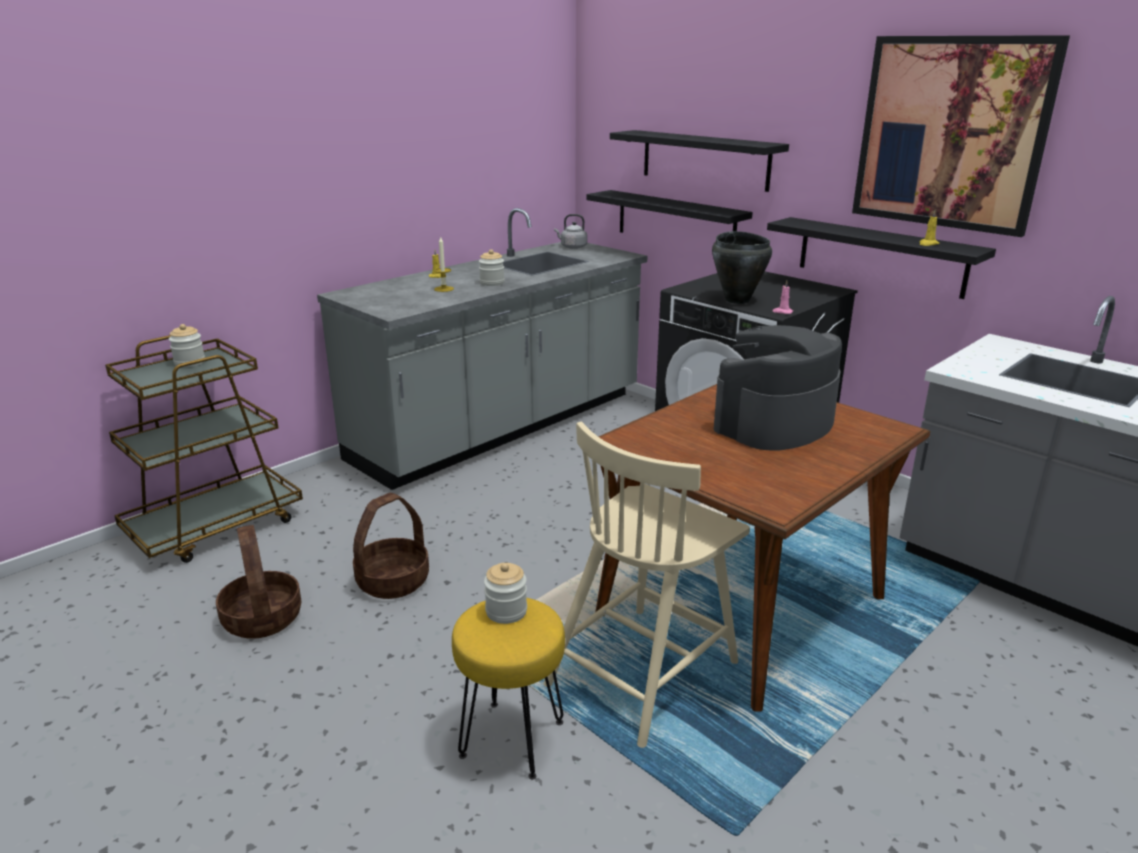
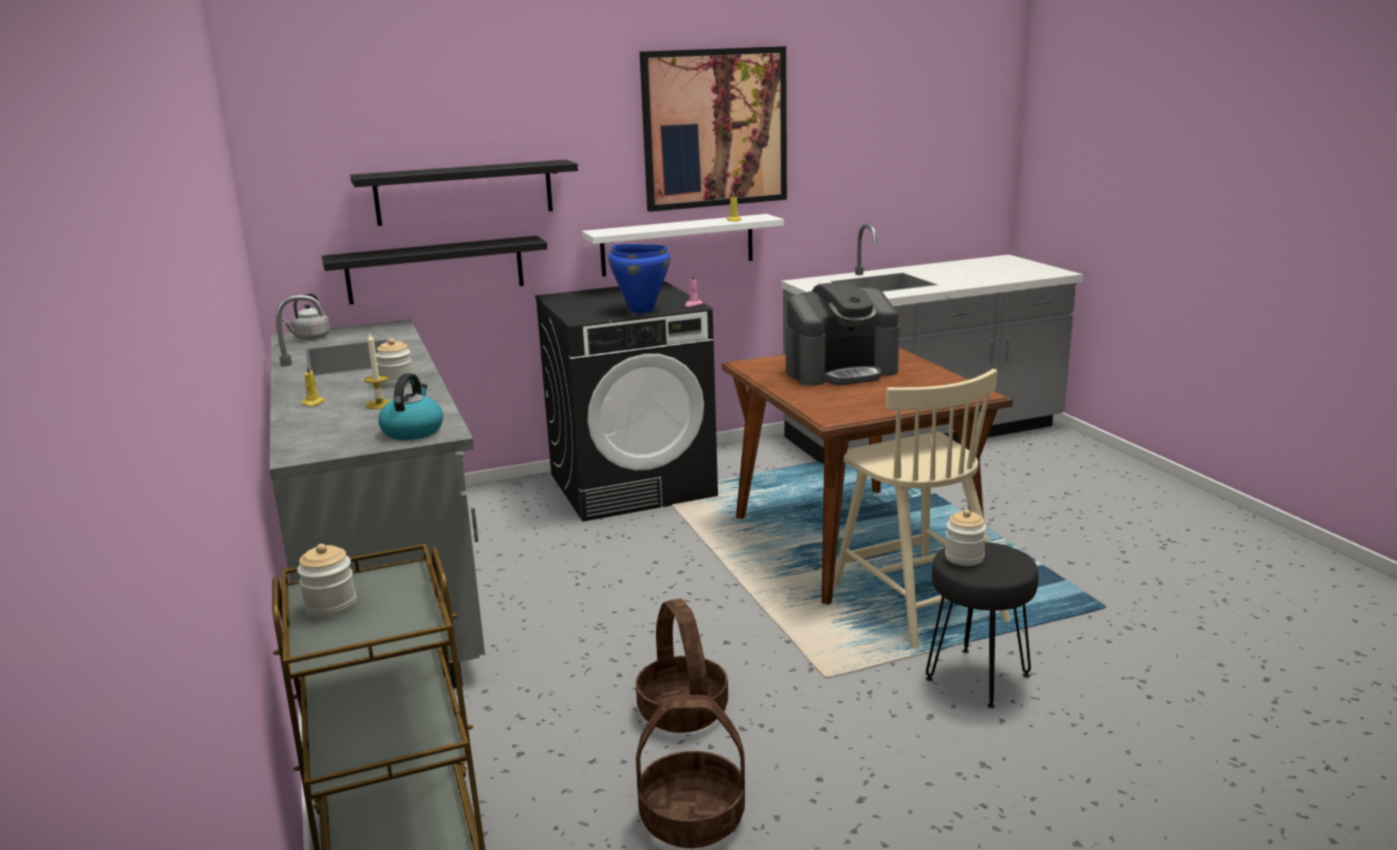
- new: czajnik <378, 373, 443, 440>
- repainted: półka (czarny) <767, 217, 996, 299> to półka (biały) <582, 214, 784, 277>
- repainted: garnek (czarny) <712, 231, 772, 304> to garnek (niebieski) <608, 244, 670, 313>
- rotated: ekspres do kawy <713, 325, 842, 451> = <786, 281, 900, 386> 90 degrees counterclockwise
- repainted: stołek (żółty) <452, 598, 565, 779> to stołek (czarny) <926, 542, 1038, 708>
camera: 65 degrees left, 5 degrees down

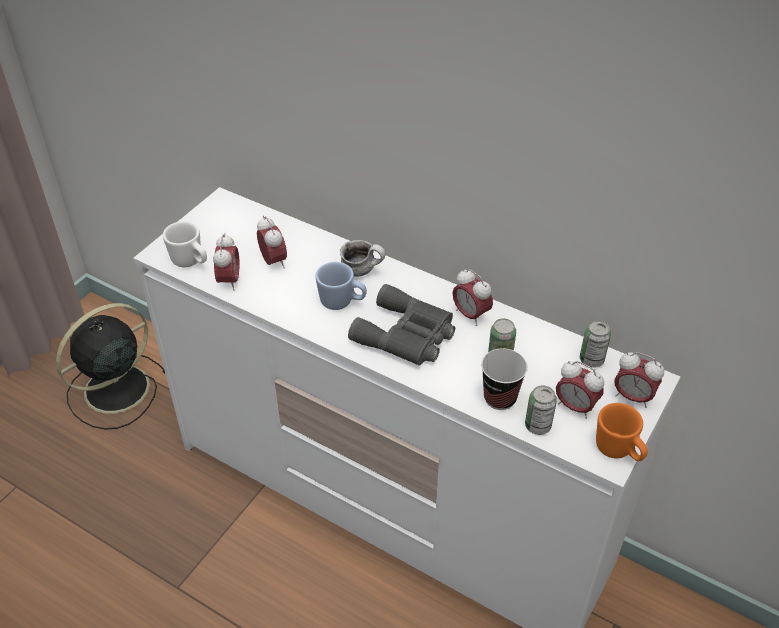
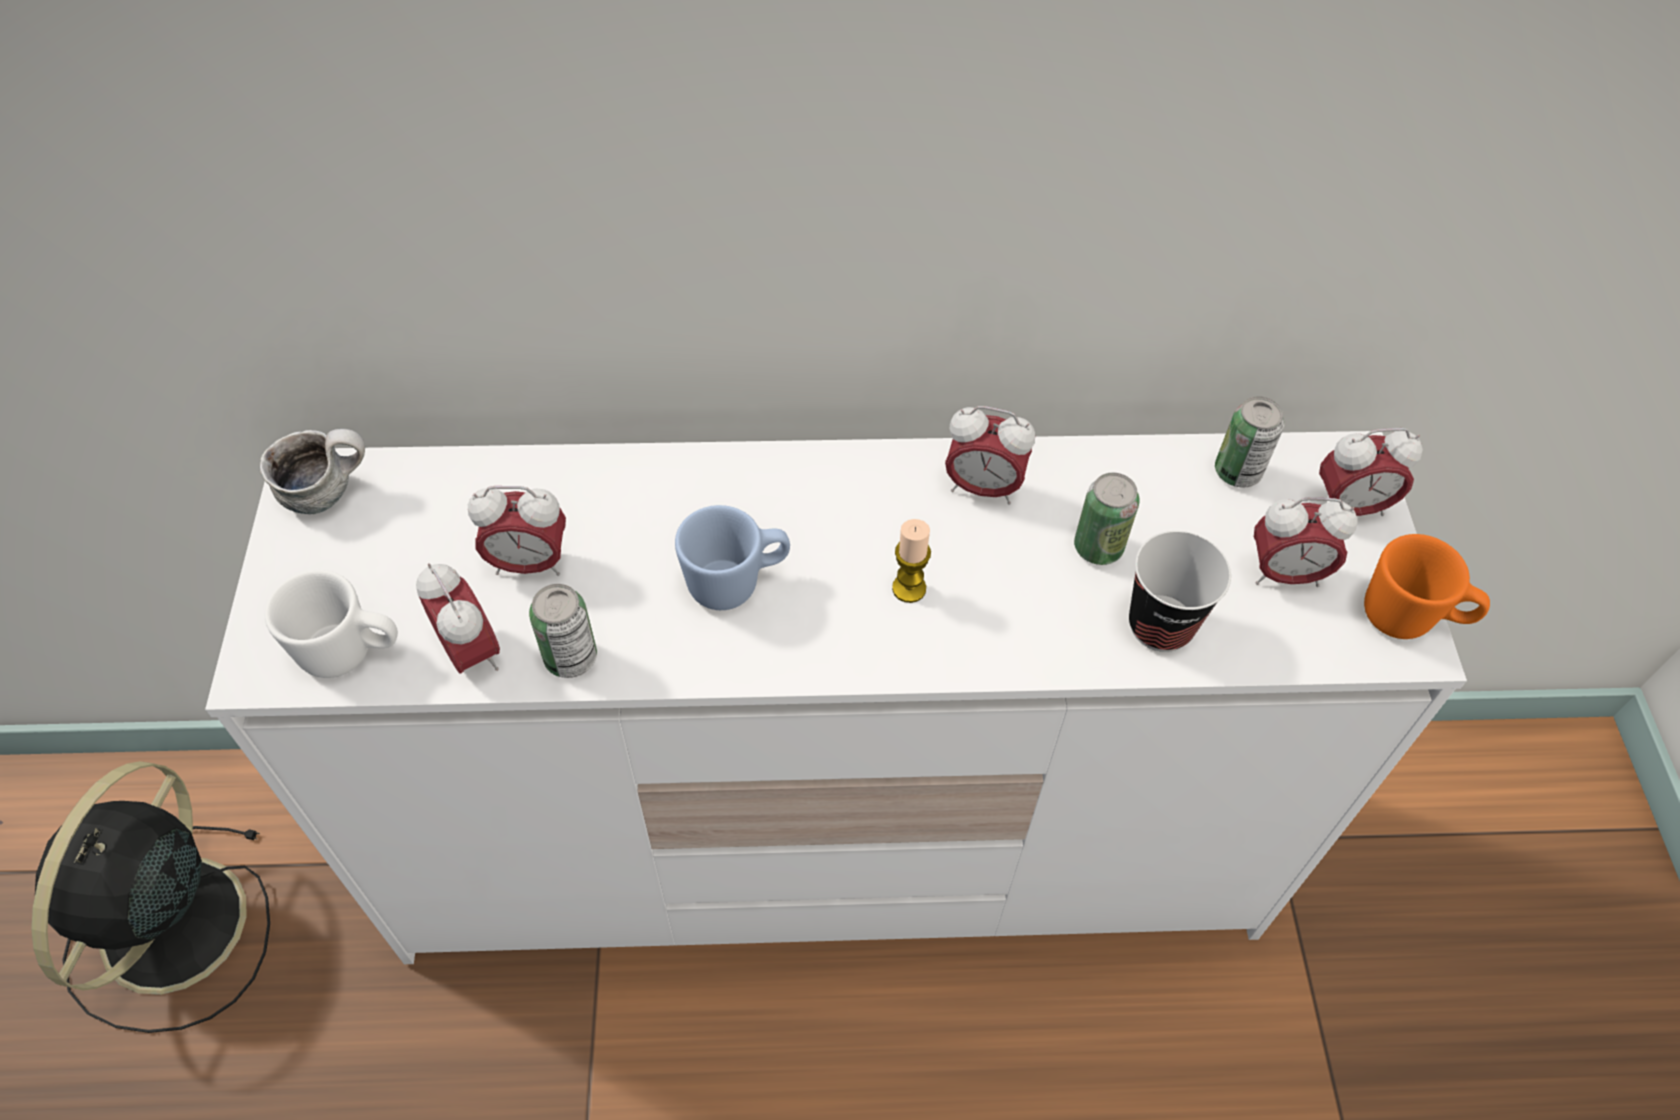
- shifted: kubek <340, 240, 386, 277> to <260, 429, 365, 514>
- rotated: budzik <257, 216, 287, 268> = <468, 486, 566, 576> 150 degrees clockwise
- shifted: puszka <525, 385, 557, 435> to <529, 584, 597, 678>
- swapped: lornetka (szary) <348, 284, 455, 366> to świeca <892, 519, 931, 603>
camera: 35 degrees left, 10 degrees up

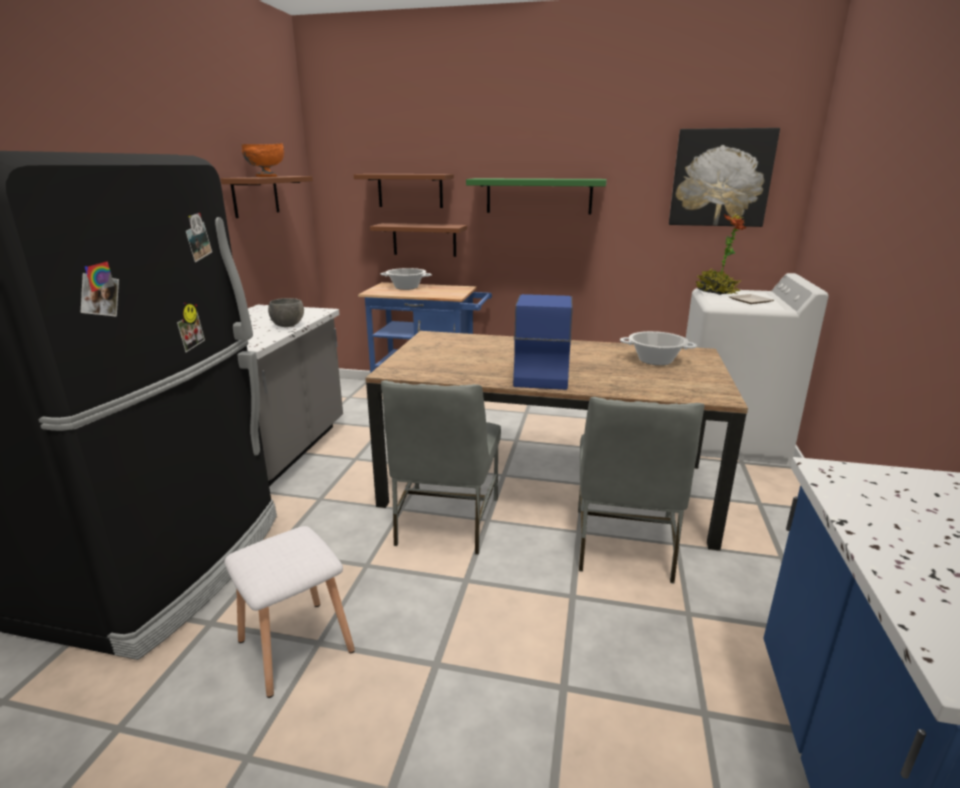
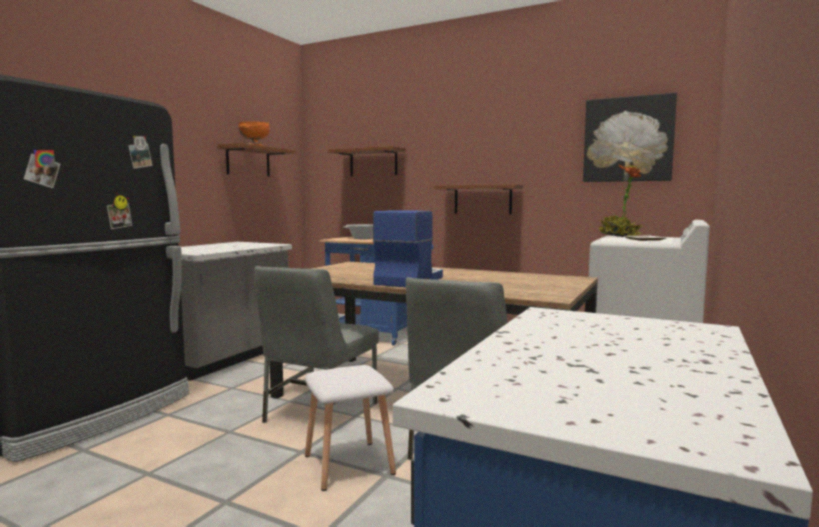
- shifted: stołek (biały) <224, 526, 355, 698> to <305, 365, 396, 491>
- shifted: półka (brązowy) <370, 223, 467, 257> to <434, 184, 523, 214>
- gone: miska (szary) <268, 298, 304, 327>
- gone: półka (zielony) <466, 178, 607, 214>
- gone: garnek <620, 331, 697, 365>
camera: 15 degrees right, 15 degrees down

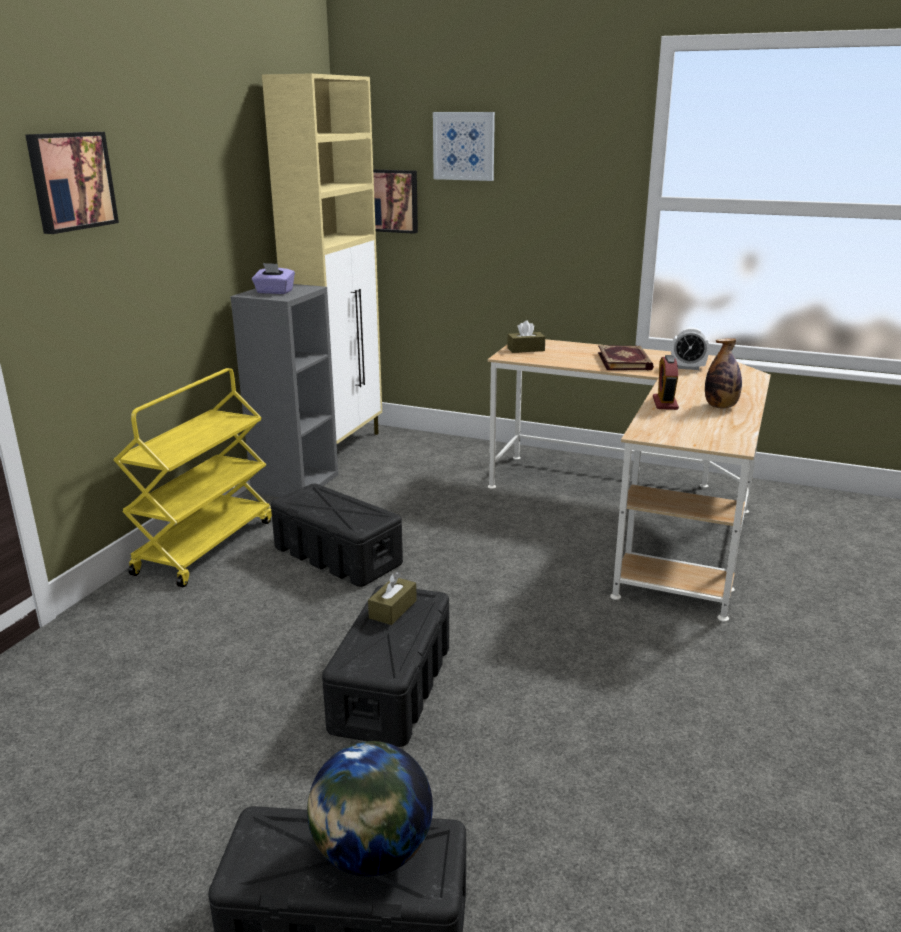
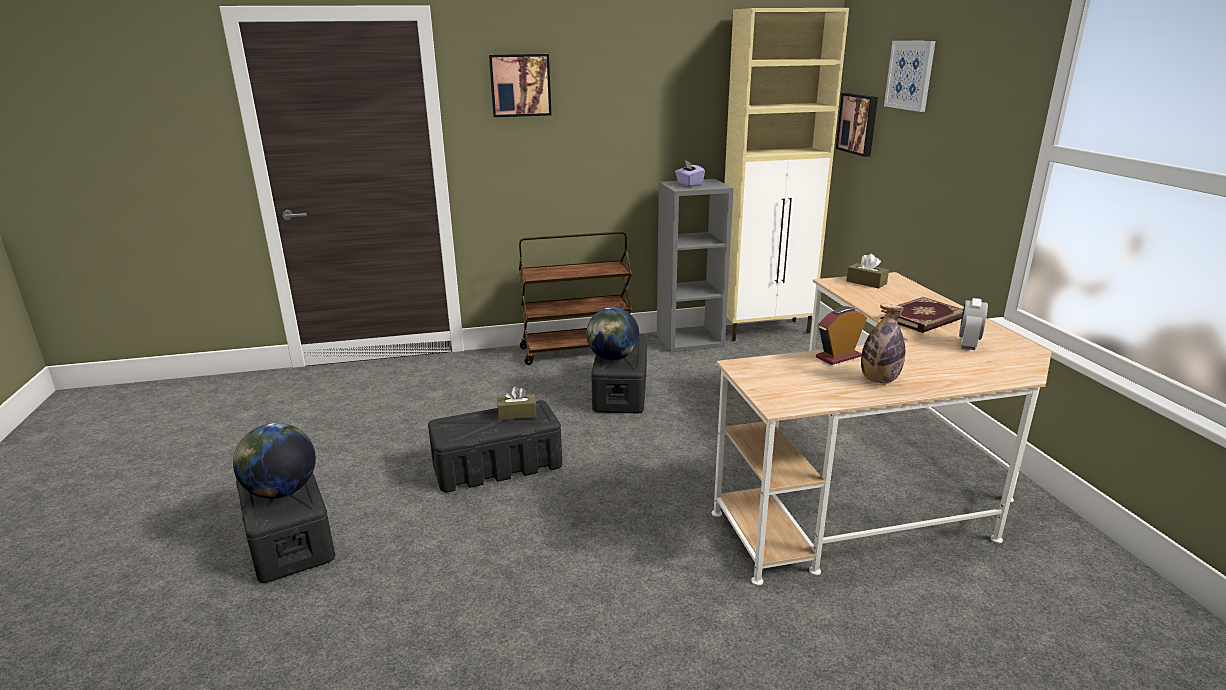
- repainted: wózek (żółty) <114, 368, 272, 587> to wózek (brązowy) <519, 231, 632, 365>
- new: globus <586, 307, 639, 360>
- rotated: budzik <671, 328, 709, 370> = <959, 298, 988, 350> 45 degrees clockwise
camera: 55 degrees right, 0 degrees up

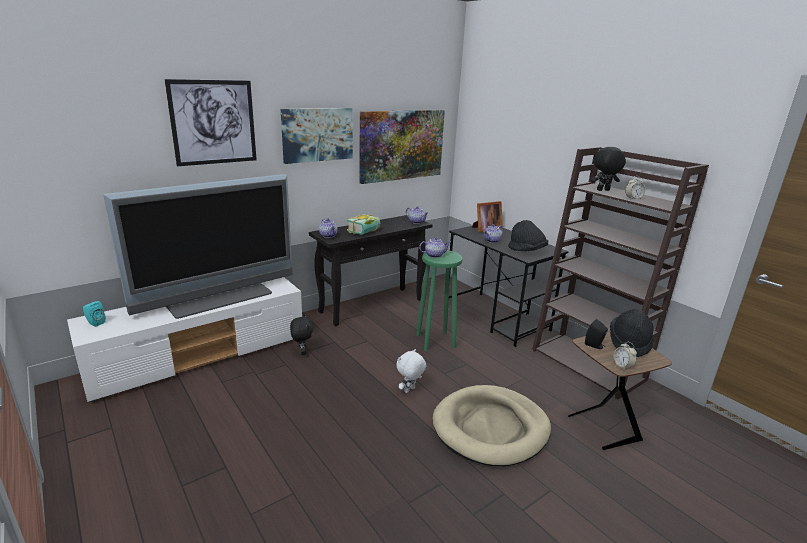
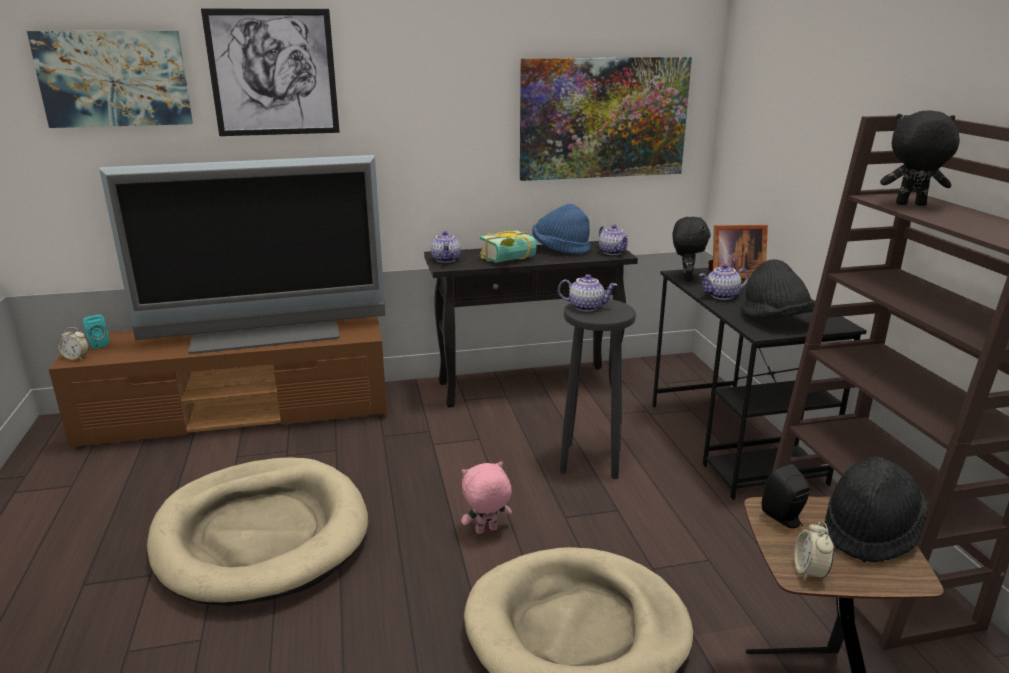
- shifted: obraz <281, 108, 353, 164> to <27, 31, 193, 128>
- repainted: szafka pod telewizor (biały) <67, 277, 302, 402> to szafka pod telewizor (brązowy) <49, 316, 387, 449>
- shifted: budzik <625, 176, 646, 199> to <58, 327, 89, 360>
- new: legowisko (beżowy) <147, 457, 368, 606>
- repainted: pluszak (biały) <396, 349, 426, 393> to pluszak (różowy) <461, 461, 512, 534>
- new: kapelusz (niebieski) <532, 204, 591, 254>
- repainted: stołek (zielony) <416, 250, 463, 351> to stołek (czarny) <560, 299, 636, 479>
- shifted: pluszak (czarny) <290, 315, 313, 355> to <673, 217, 711, 281>
camera: 25 degrees right, 0 degrees up

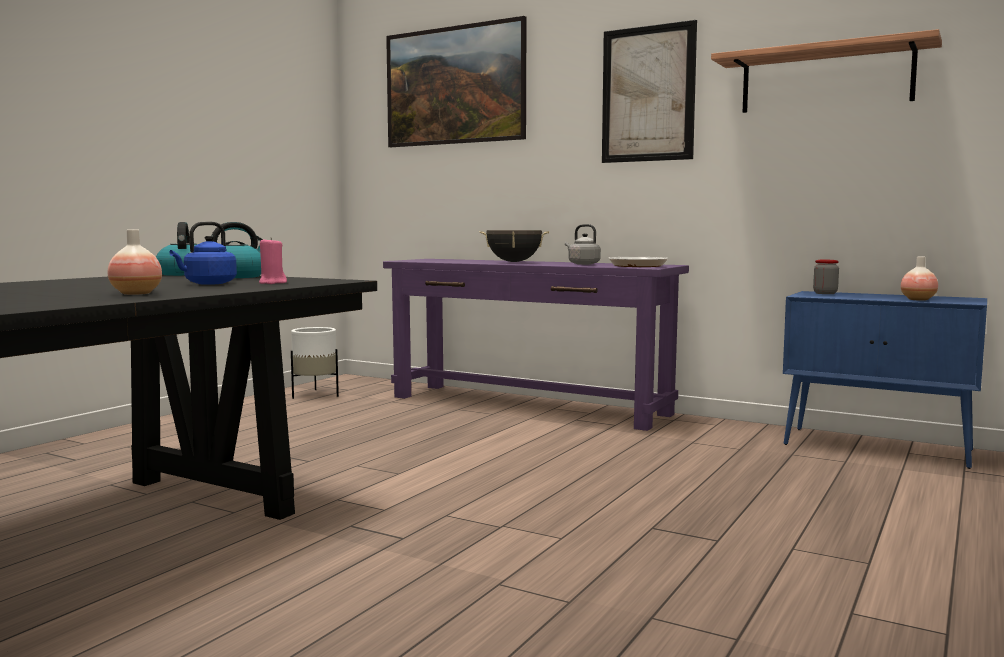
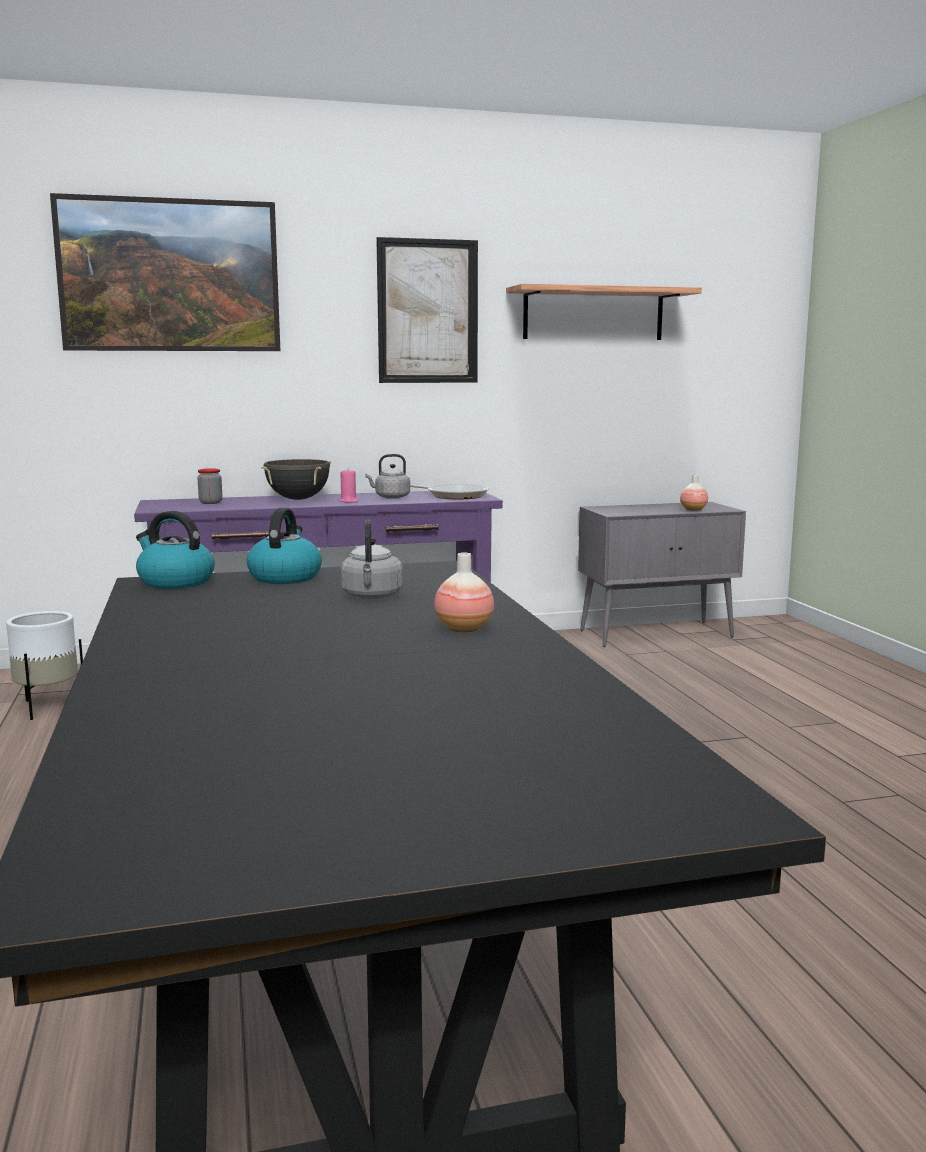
- shifted: słoik <813, 260, 839, 294> to <197, 468, 222, 504>
- shifted: świeca (różowy) <259, 238, 287, 284> to <340, 469, 358, 503>
- repainted: czajnik (niebieski) <169, 221, 237, 285> to czajnik (szary) <341, 519, 403, 599>
- repainted: szafka (niebieski) <783, 291, 987, 469> to szafka (szary) <578, 502, 746, 647>
camera: 45 degrees left, 5 degrees up

